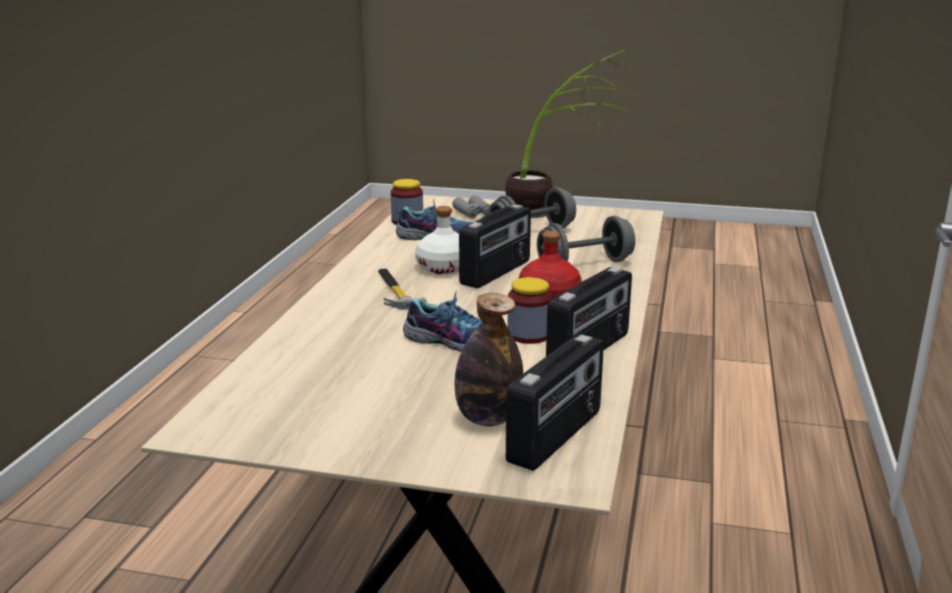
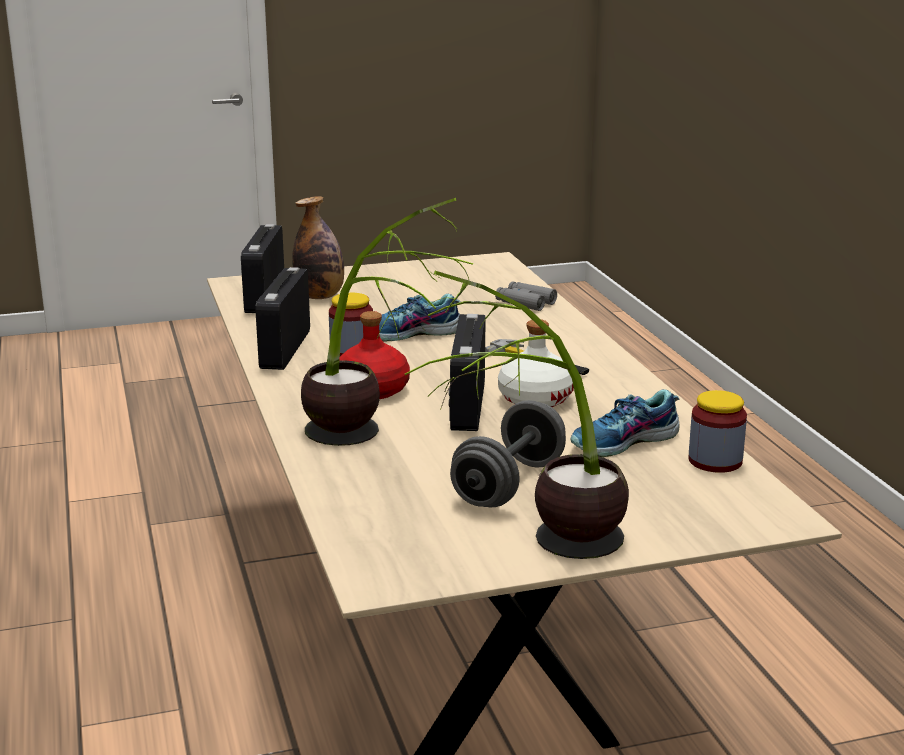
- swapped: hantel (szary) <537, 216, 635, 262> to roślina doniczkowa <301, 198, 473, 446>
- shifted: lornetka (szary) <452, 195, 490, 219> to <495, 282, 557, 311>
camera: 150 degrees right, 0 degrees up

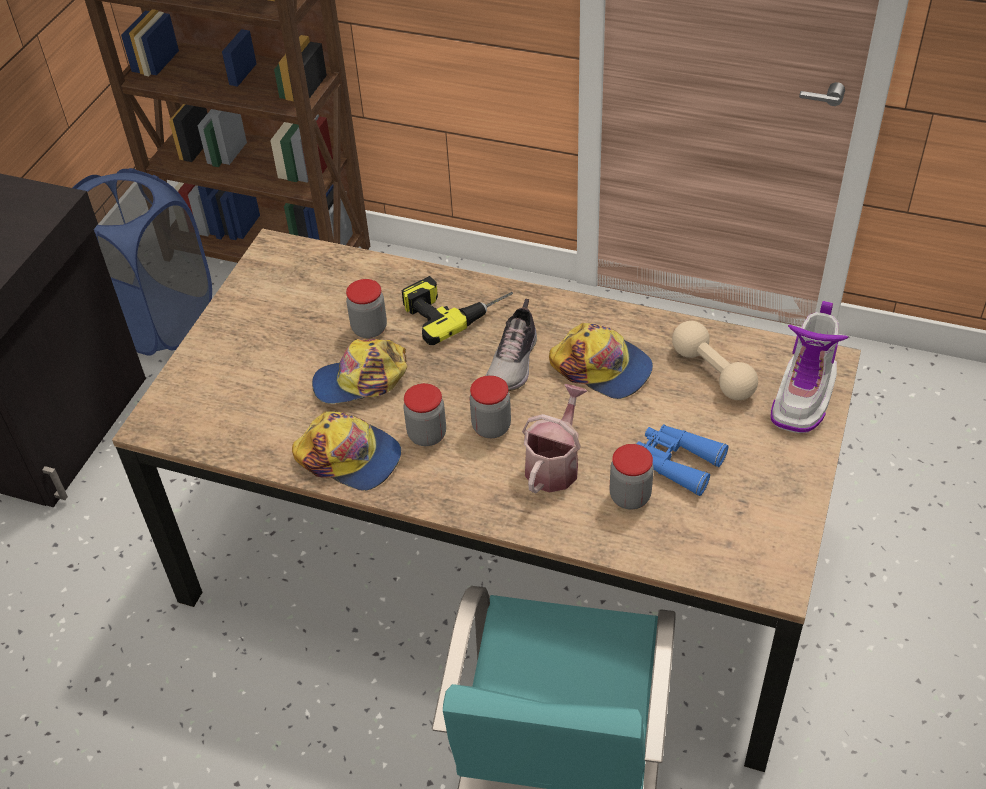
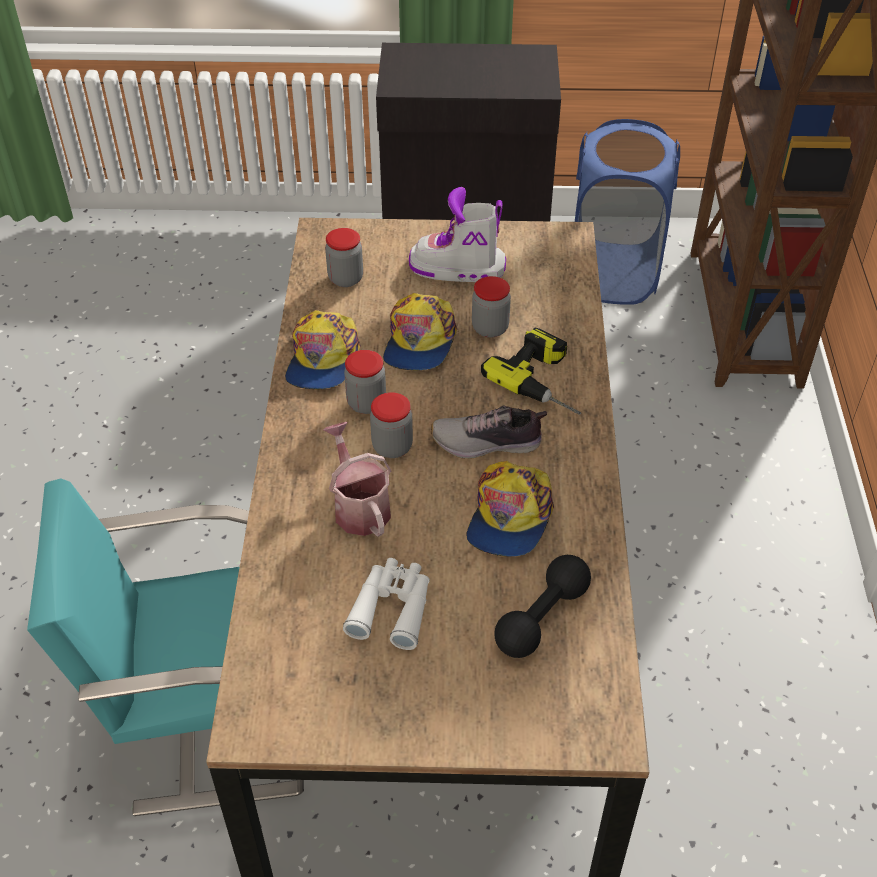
- rotated: konewka <522, 384, 587, 493> = <323, 422, 391, 537> 120 degrees counterclockwise
- shifted: słoik <610, 444, 654, 509> to <325, 228, 363, 287>
- repainted: lornetka (niebieski) <637, 424, 729, 496> to lornetka (biały) <343, 558, 430, 650>
- rotated: czapka z daszkiem <312, 339, 407, 404> = <383, 293, 457, 371> 135 degrees counterclockwise
- shifted: but z cholewką <770, 301, 849, 433> to <409, 187, 506, 282>
- repainted: hantel (beżowy) <672, 321, 758, 400> to hantel (czarny) <494, 555, 591, 658>
camera: 70 degrees right, 0 degrees up

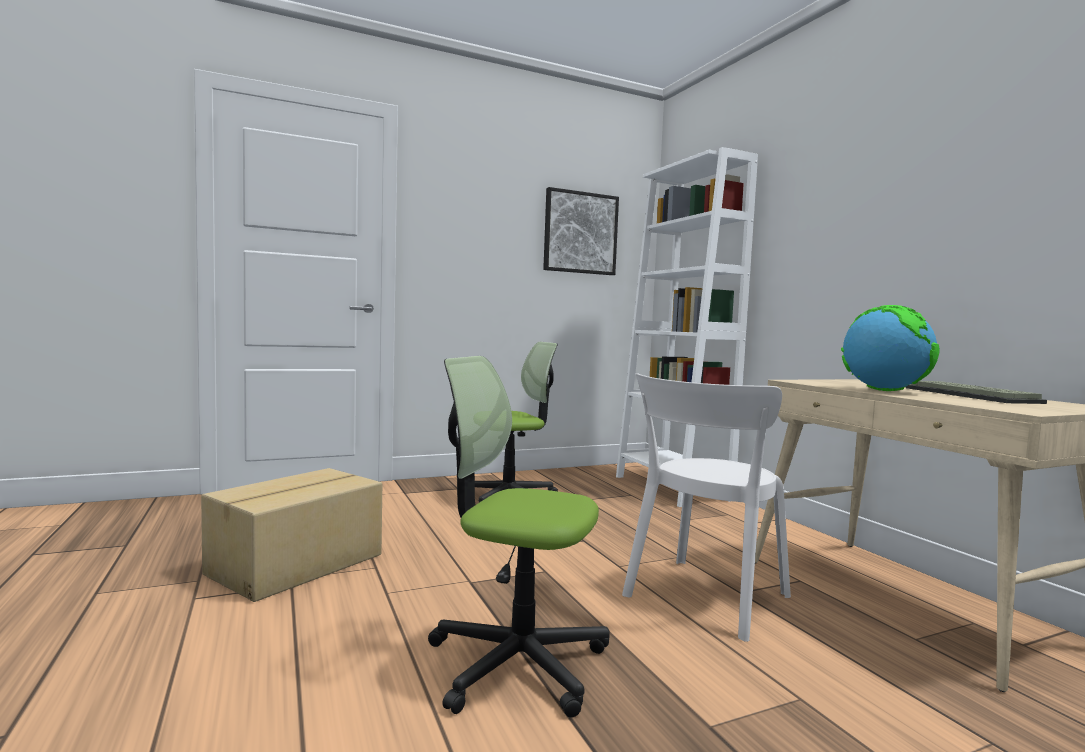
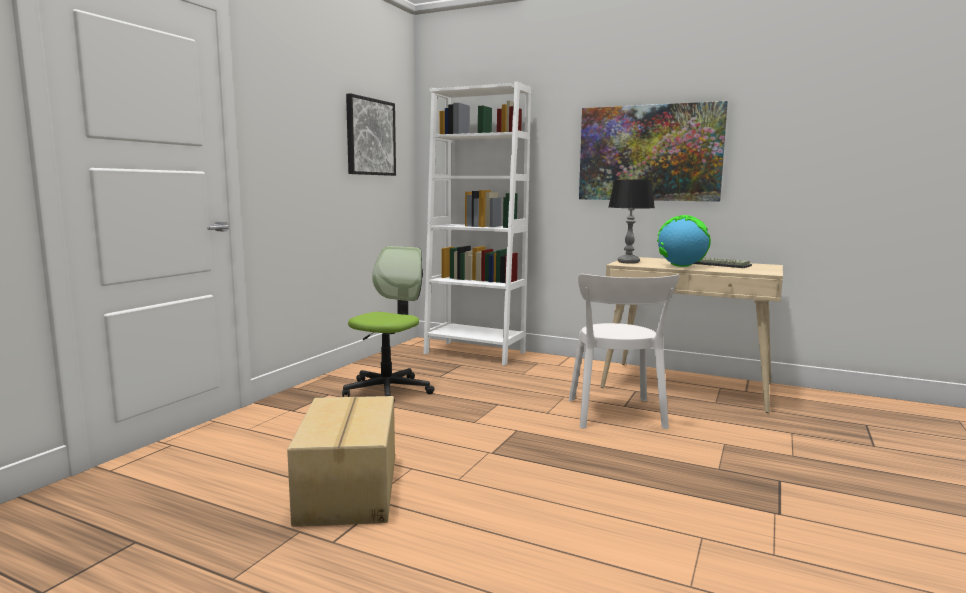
- new: obraz <579, 101, 728, 202>
- new: lampa stołowa <609, 180, 655, 264>
- gone: krzesło biurowe <428, 356, 610, 717>
camera: 40 degrees left, 5 degrees up

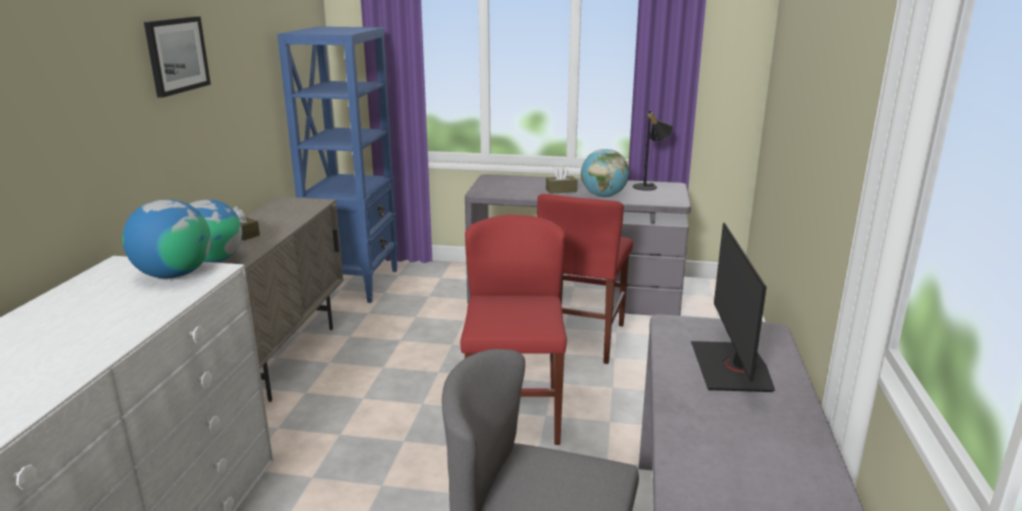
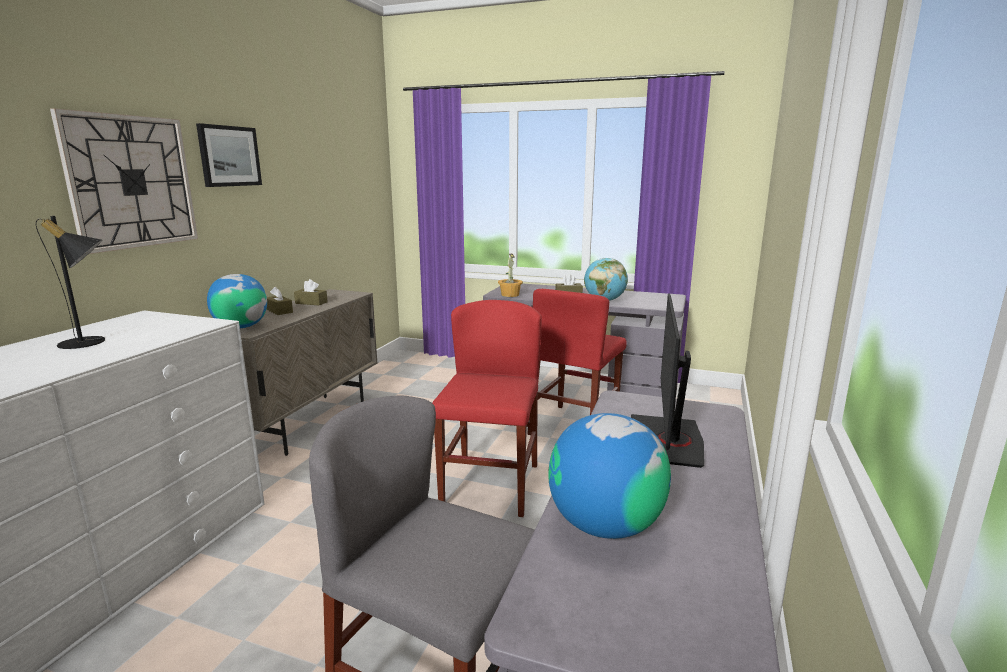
- shifted: lampa stołowa (czarny) <633, 110, 673, 191> to <36, 216, 105, 349>
- new: zegar ścienny <50, 108, 198, 254>
- new: pudełko chusteczek (brązowy) <294, 279, 328, 305>
- new: roślina doniczkowa <498, 254, 523, 297>
- shifted: globus <122, 199, 211, 278> to <548, 413, 671, 539>
- gone: regał (niebieski) <277, 26, 398, 303>
camera: 10 degrees right, 5 degrees down

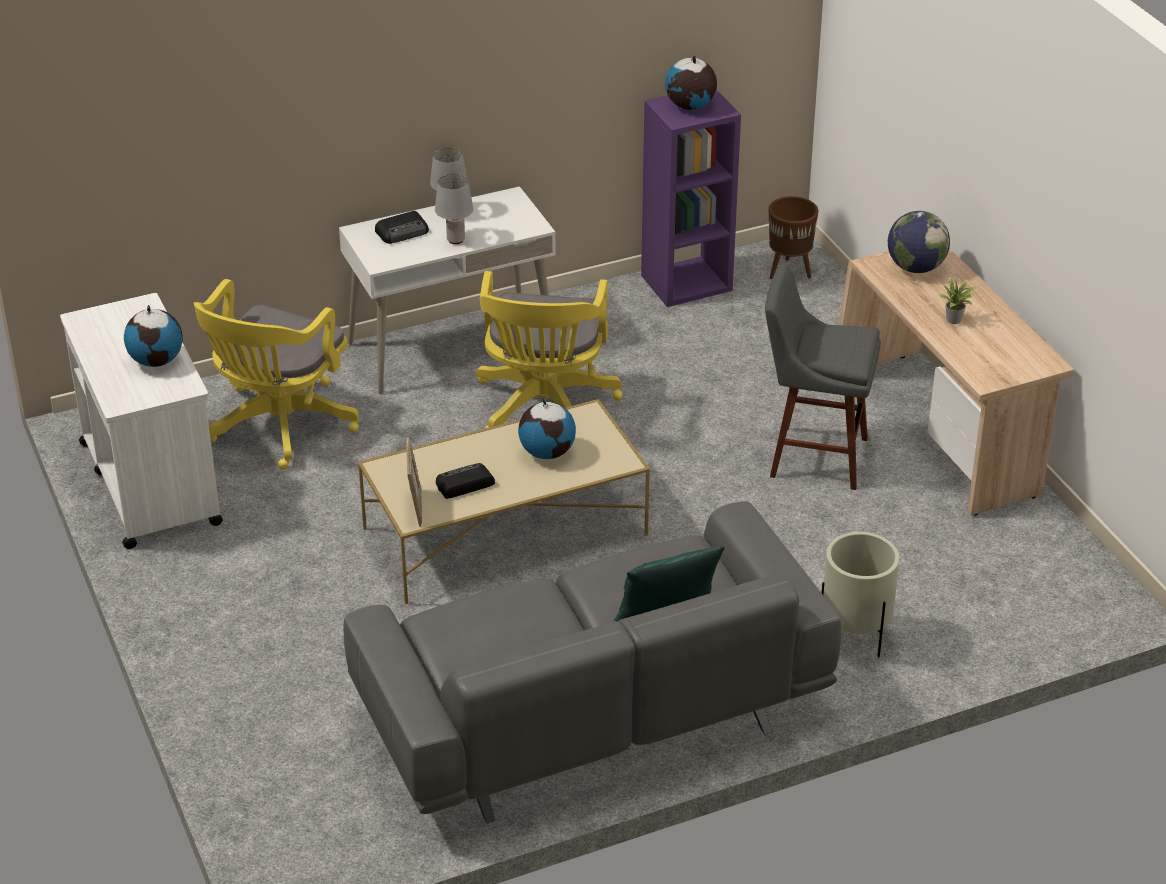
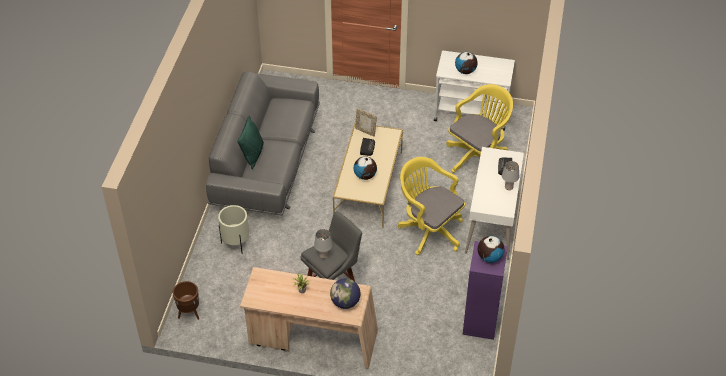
- shifted: donica (brązowy) <769, 196, 818, 279> to <173, 281, 199, 320>
- shifted: lampa stołowa (szary) <435, 174, 473, 244> to <314, 229, 333, 259>
- rotated: krzesło biurowe (żółty) <194, 279, 359, 469> = <446, 84, 513, 173> 75 degrees clockwise
camera: 125 degrees right, 10 degrees up

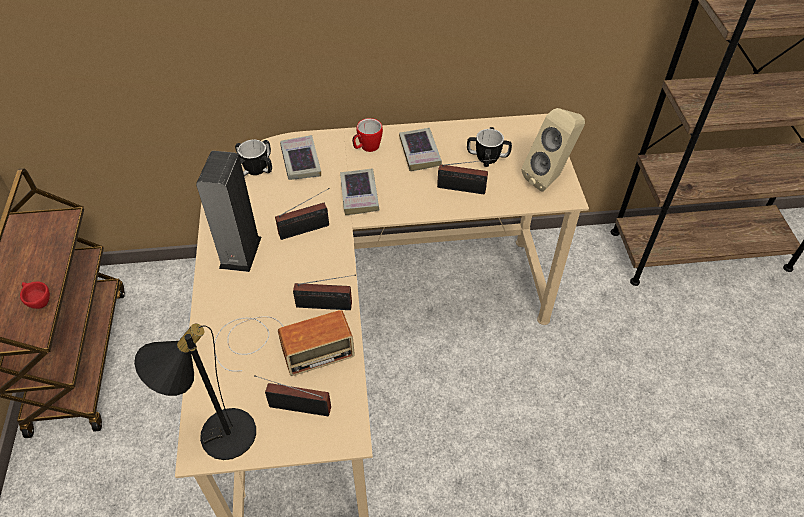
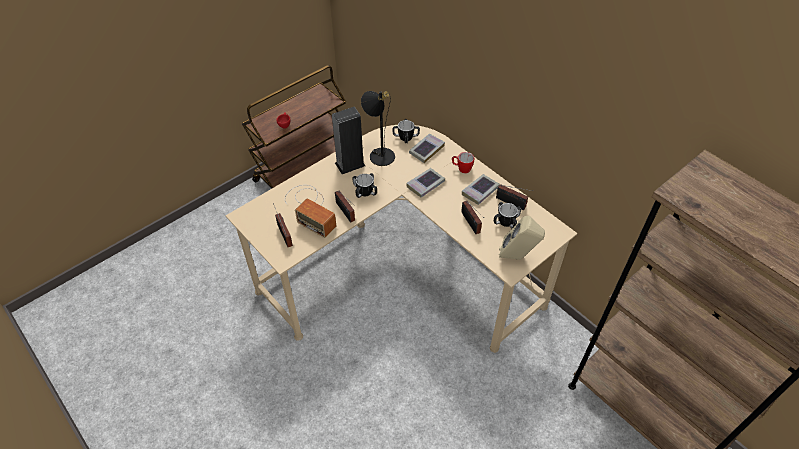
- new: kubek <353, 173, 377, 198>
- shifted: lampa stołowa (czarny) <134, 324, 256, 460> to <361, 91, 395, 166>
- shifted: radio <275, 188, 330, 240> to <496, 184, 533, 210>
camera: 55 degrees right, 0 degrees up

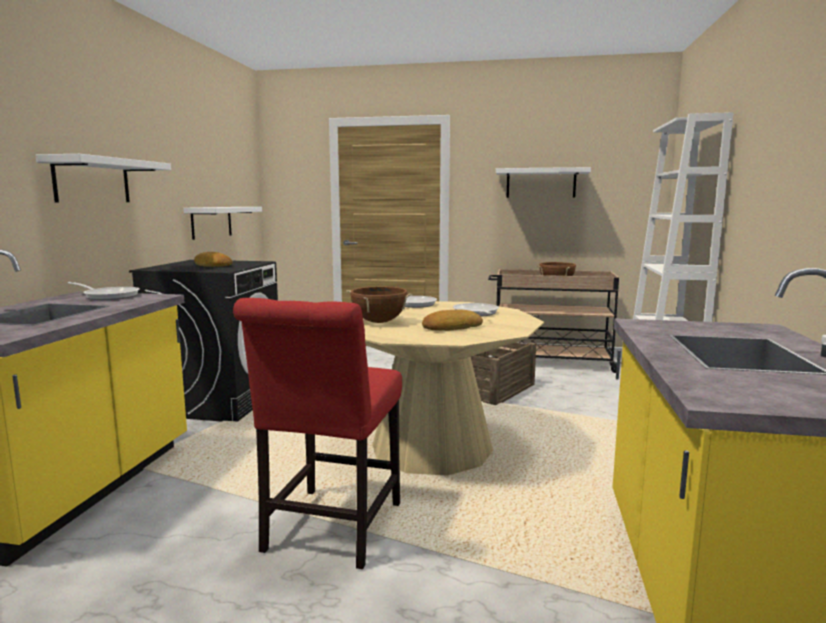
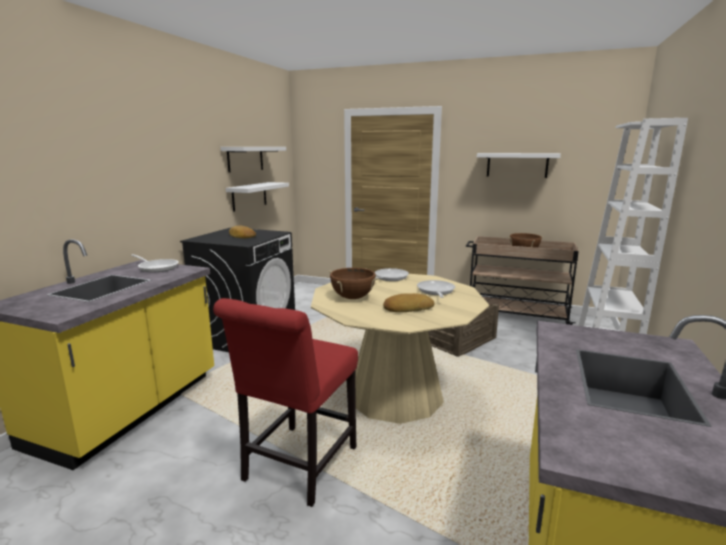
- shifted: półka (biały) <35, 154, 171, 202> to <221, 147, 286, 173>
camera: 10 degrees right, 5 degrees up

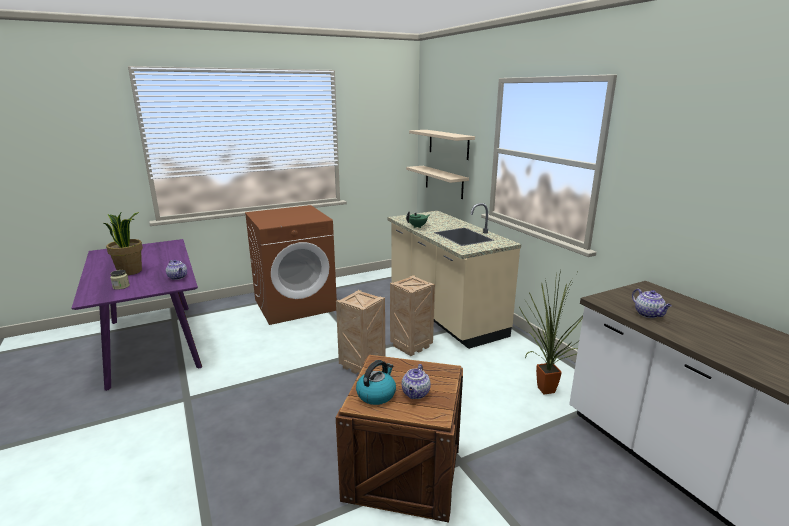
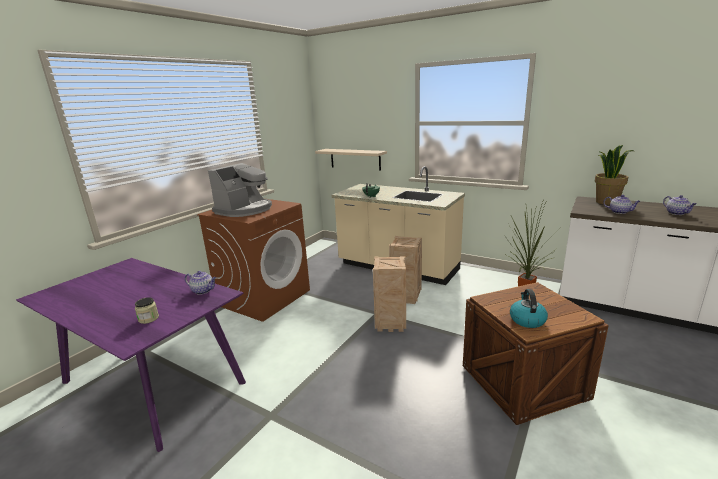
- new: ekspres do kawy <208, 163, 272, 217>
- shifted: roślina doniczkowa <104, 212, 143, 275> to <595, 145, 633, 205>
- shifted: imbryk <402, 364, 431, 399> to <663, 195, 696, 215>
- gone: półka (beżowy) <409, 130, 475, 160>
camera: 30 degrees left, 0 degrees up

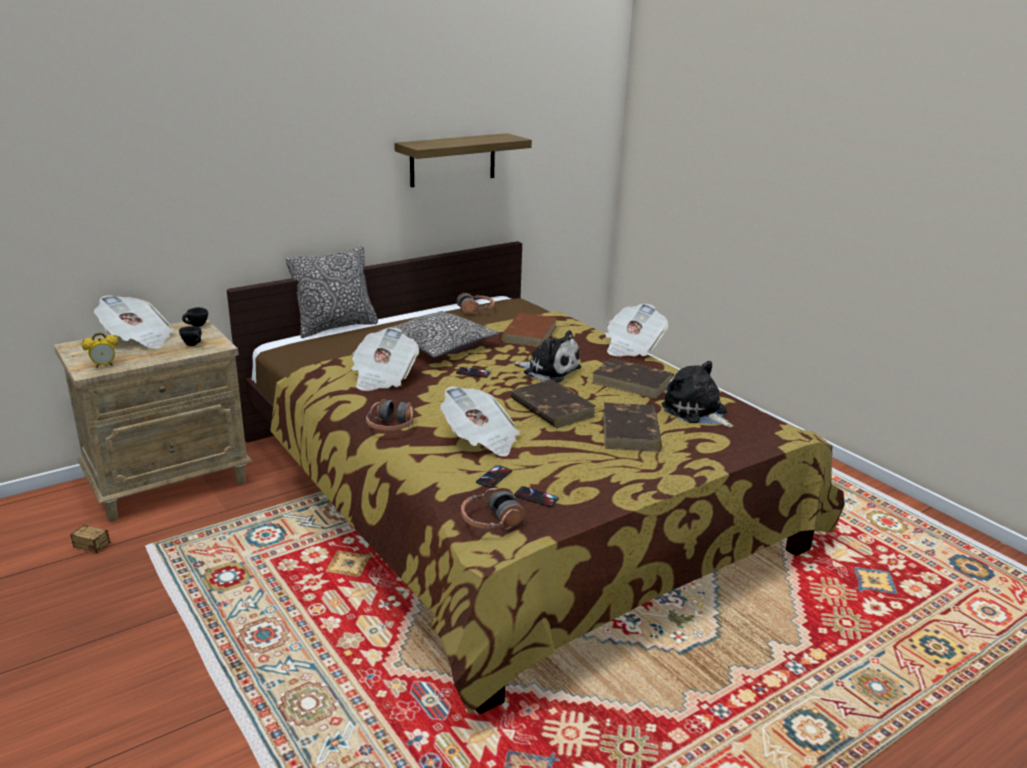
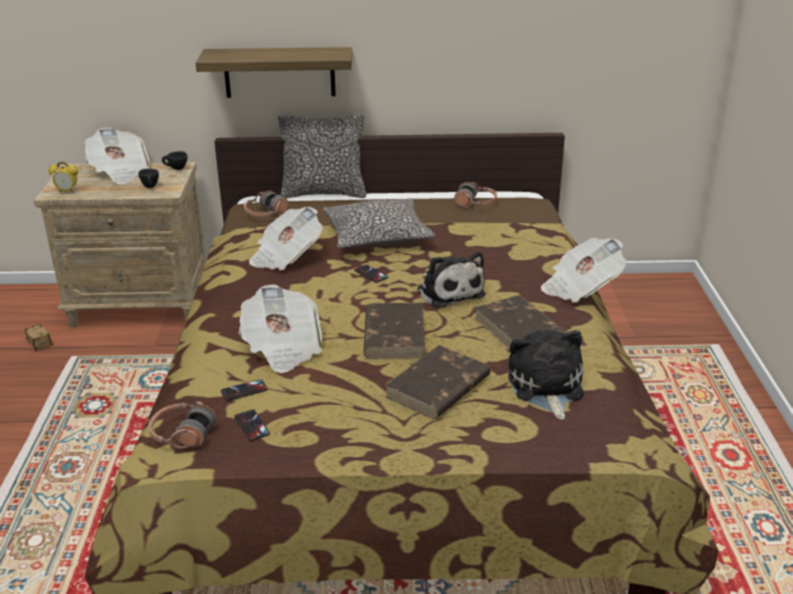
- shifted: półka <394, 133, 532, 187> to <195, 47, 353, 98>
- shifted: słuchawki <366, 399, 413, 431> to <244, 191, 288, 216>
- gone: książka (brązowy) <500, 313, 557, 347>
camera: 35 degrees right, 5 degrees up

